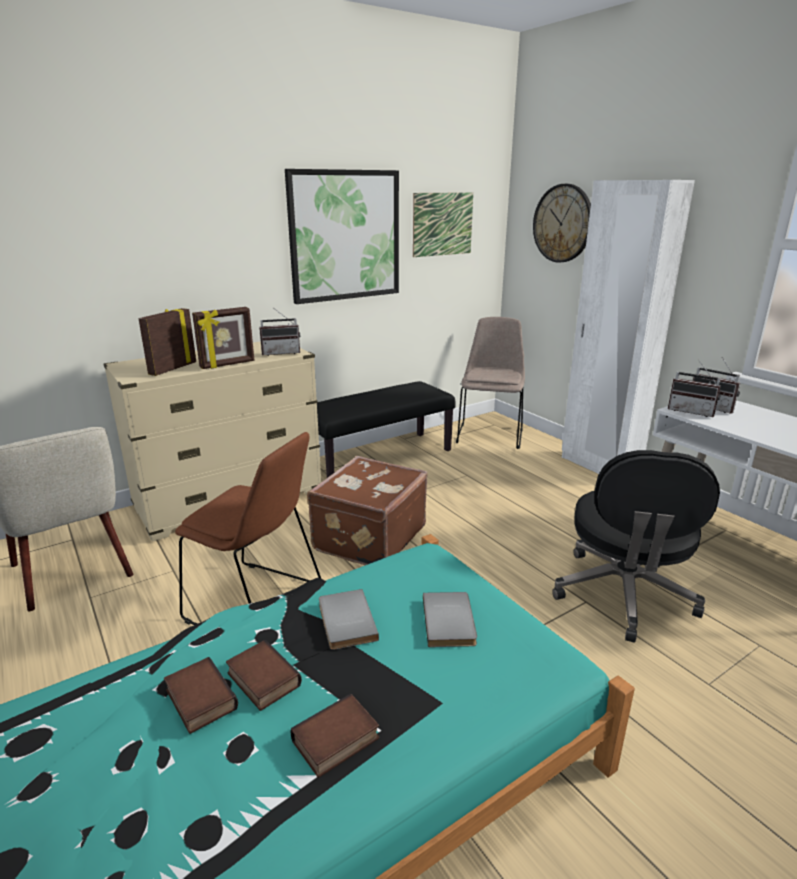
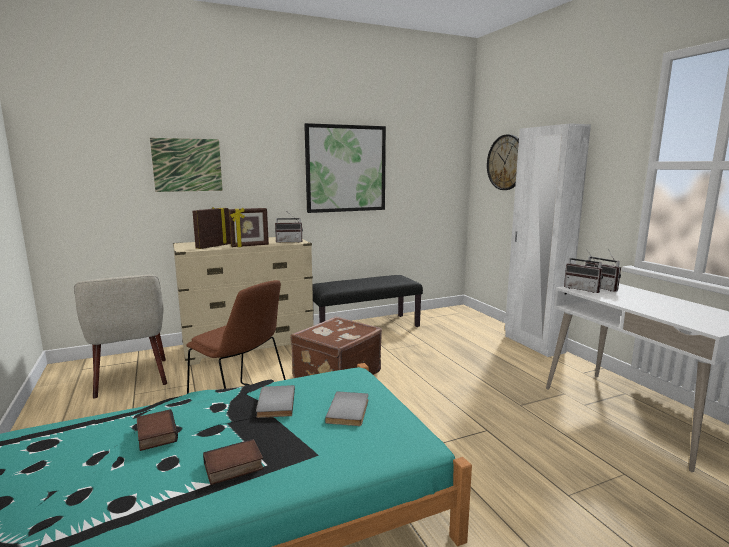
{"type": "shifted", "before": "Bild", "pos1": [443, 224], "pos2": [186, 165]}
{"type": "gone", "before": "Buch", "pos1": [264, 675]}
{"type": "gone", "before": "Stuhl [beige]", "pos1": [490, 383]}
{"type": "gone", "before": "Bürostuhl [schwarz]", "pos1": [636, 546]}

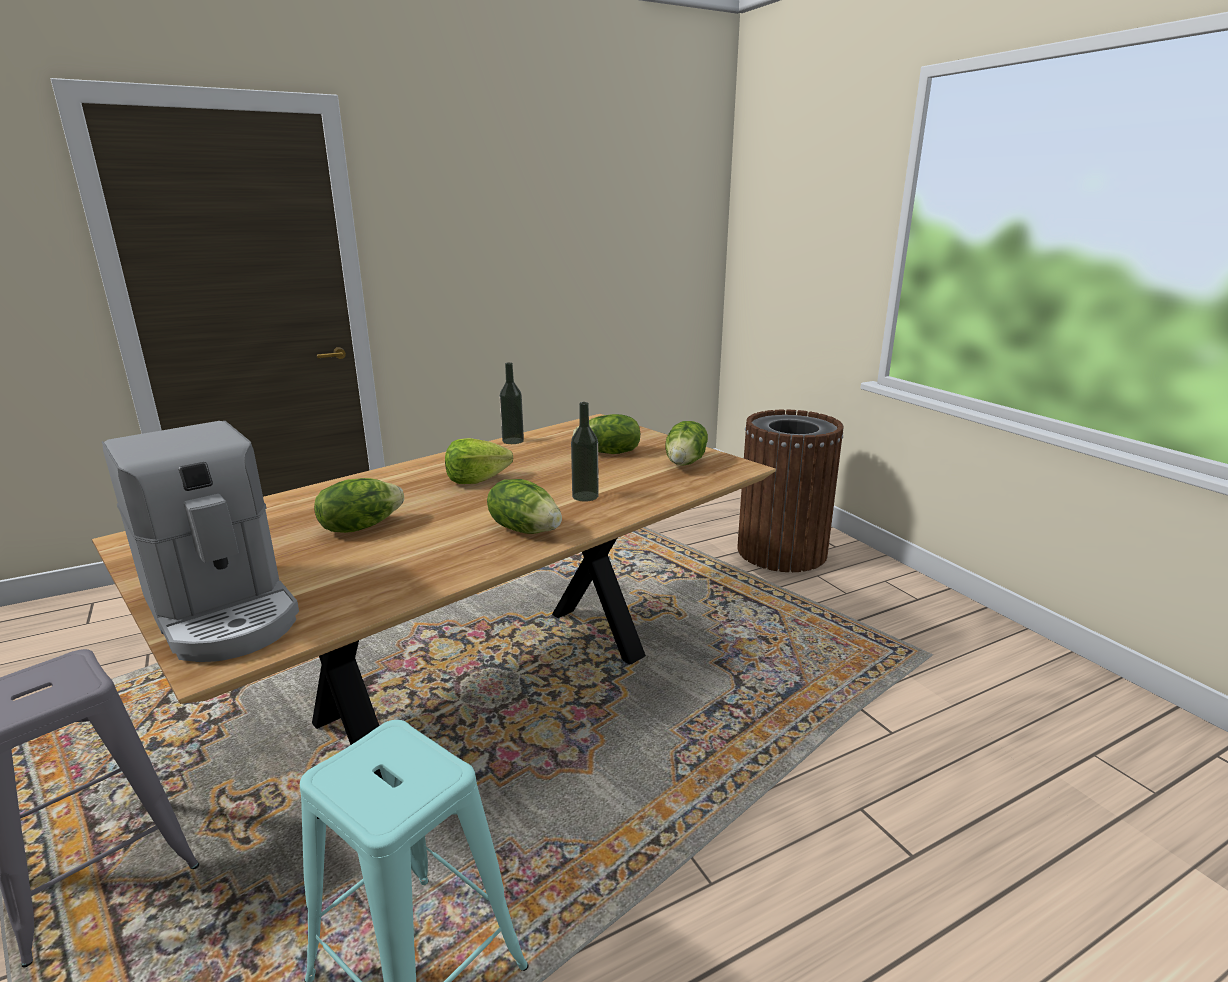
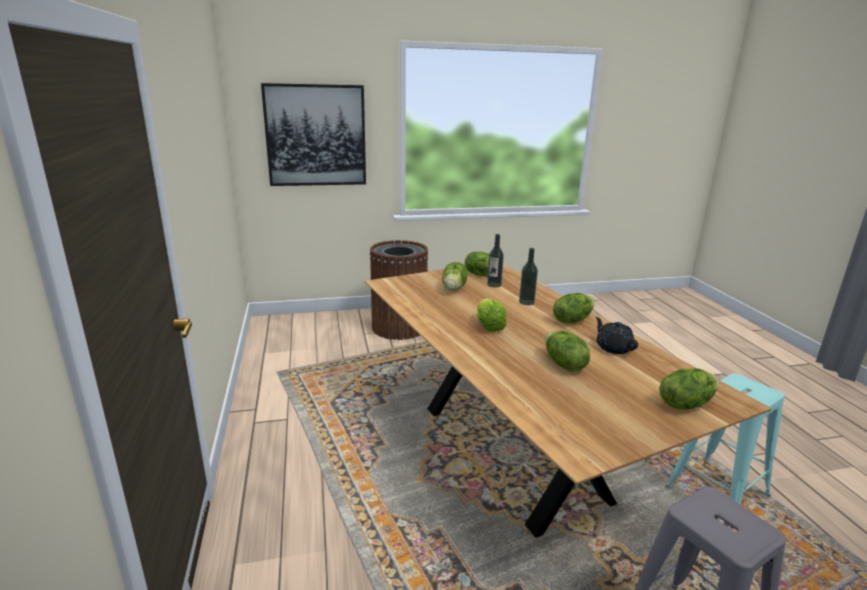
{"type": "new", "after": "Bild", "pos2": [313, 134]}
{"type": "shifted", "before": "Flasche", "pos1": [512, 403], "pos2": [495, 261]}
{"type": "new", "after": "Teekanne [schwarz]", "pos2": [617, 335]}
{"type": "swapped", "before": "Kaffeemaschine", "after": "Salatkopf", "pos1": [200, 541], "pos2": [689, 389]}

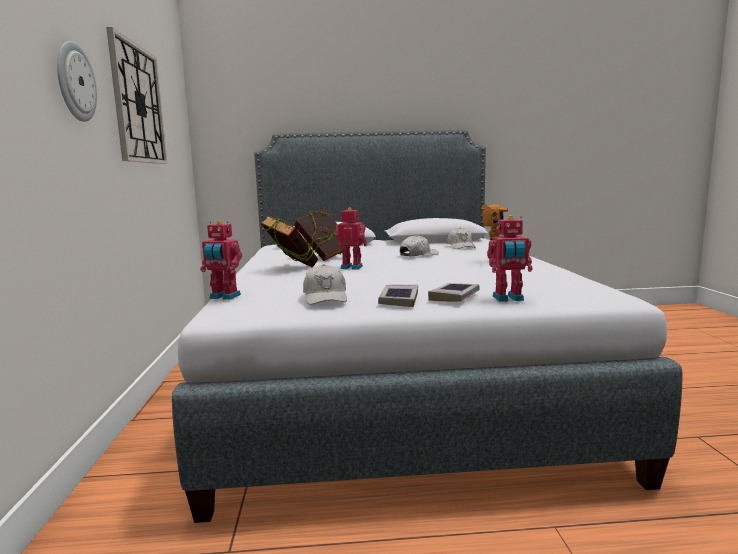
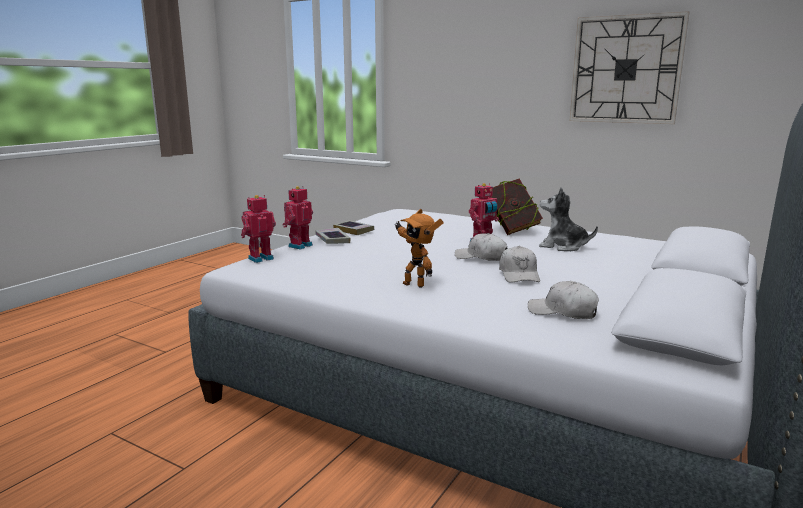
{"type": "shifted", "before": "Spielzeugroboter", "pos1": [221, 260], "pos2": [258, 229]}
{"type": "shifted", "before": "Kappe [weiß]", "pos1": [325, 284], "pos2": [481, 247]}
{"type": "swapped", "before": "Buch", "after": "Plüschtier", "pos1": [323, 235], "pos2": [568, 219]}
{"type": "gone", "before": "Wanduhr", "pos1": [77, 81]}

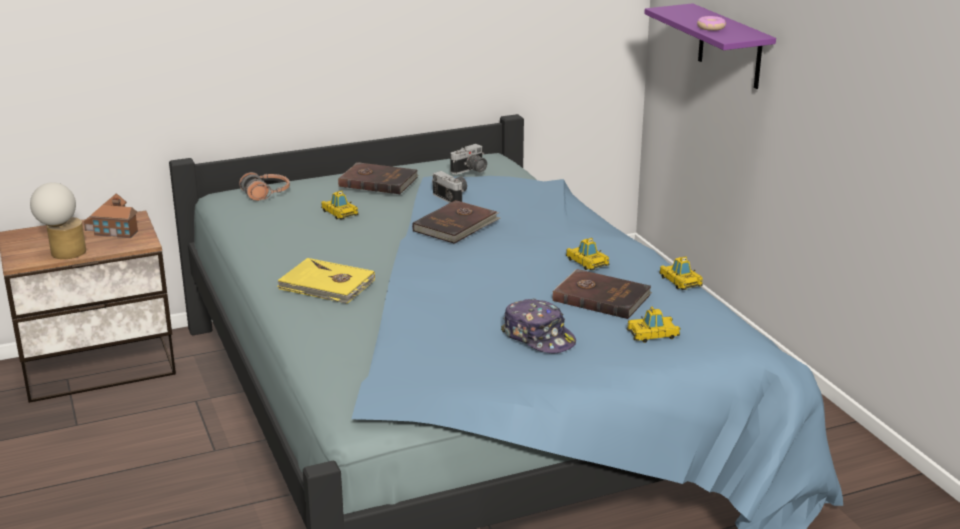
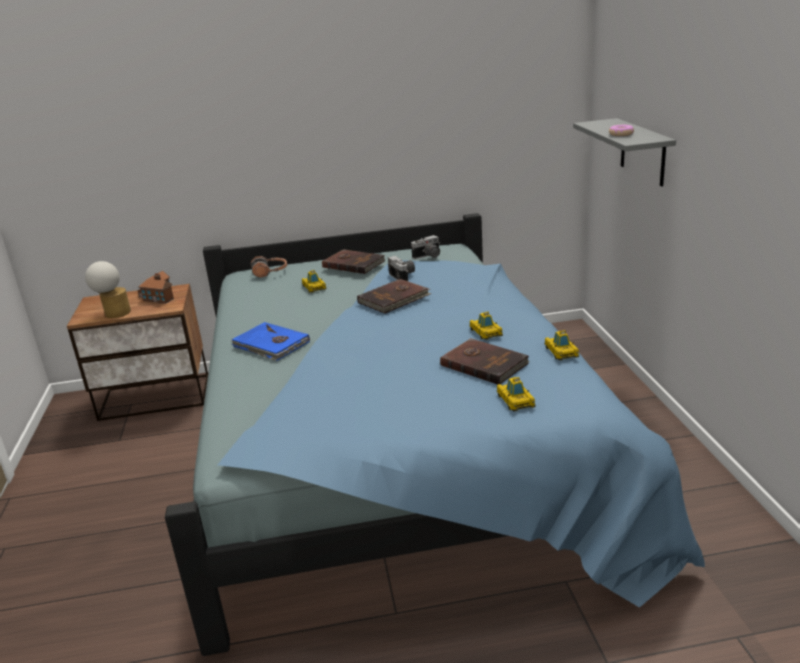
{"type": "repainted", "before": "Buch [gelb]", "after": "Buch [blau]", "pos1": [326, 281], "pos2": [271, 341]}
{"type": "rotated", "before": "Spielzeugauto", "pos1": [654, 324], "pos2": [516, 394], "turn": -105}
{"type": "repainted", "before": "Wandregal [lila]", "after": "Wandregal [grau]", "pos1": [710, 46], "pos2": [624, 152]}
{"type": "gone", "before": "Kappe", "pos1": [538, 326]}

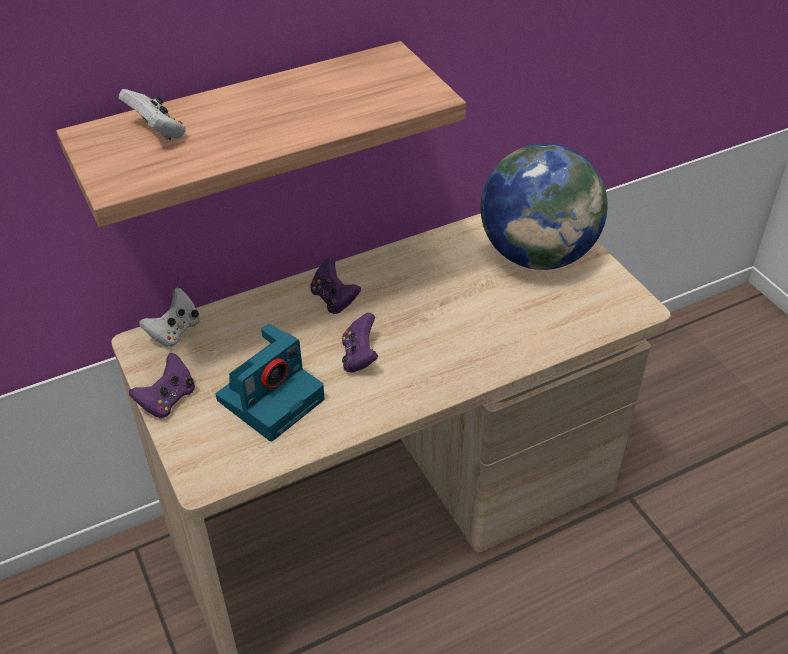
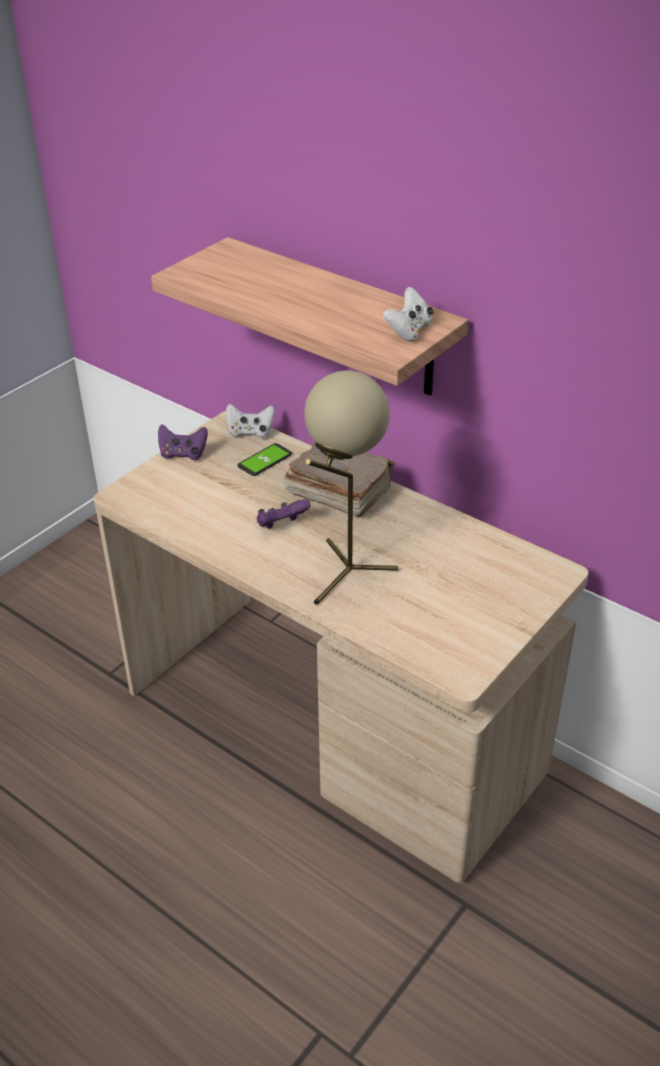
{"type": "new", "after": "Handy", "pos2": [264, 459]}
{"type": "swapped", "before": "Gamepad [lila]", "after": "Buch [braun]", "pos1": [335, 285], "pos2": [339, 479]}
{"type": "new", "after": "Tischlampe [beige]", "pos2": [351, 488]}
{"type": "shifted", "before": "Gamepad [weiß]", "pos1": [152, 114], "pos2": [408, 314]}
{"type": "gone", "before": "Kamera", "pos1": [270, 383]}
{"type": "gone", "before": "Globus", "pos1": [544, 206]}

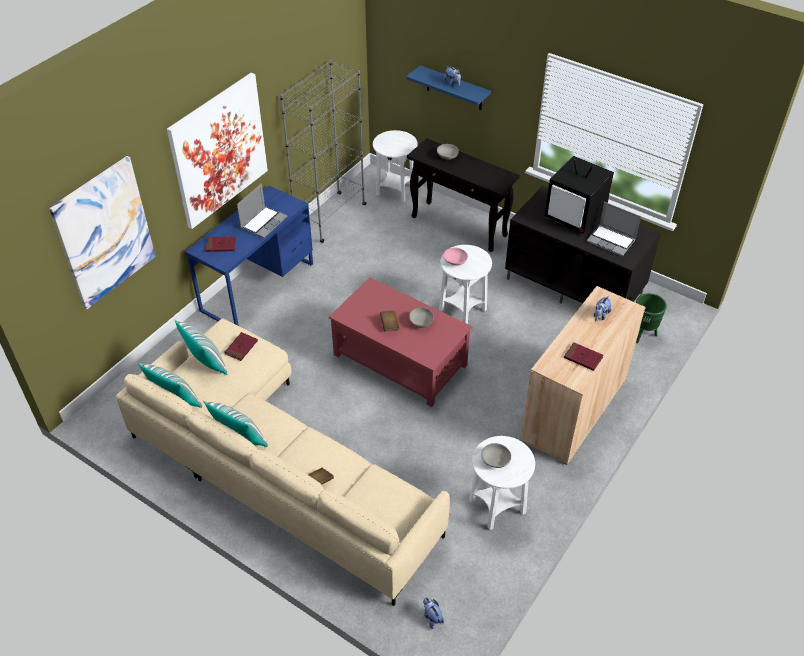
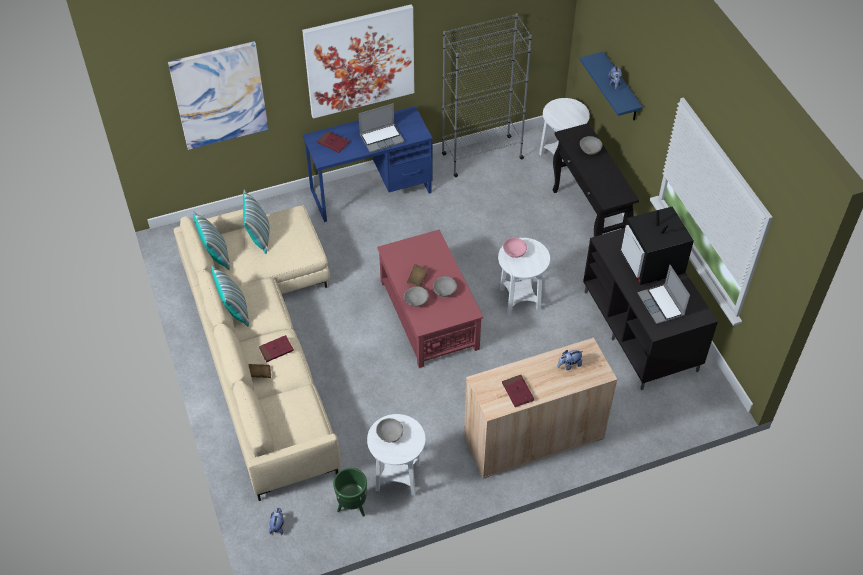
{"type": "shifted", "before": "Buch [rot]", "pos1": [241, 346], "pos2": [276, 348]}
{"type": "shifted", "before": "Pflanzkübel [grün]", "pos1": [651, 318], "pos2": [350, 492]}
{"type": "new", "after": "Schüssel [grau]", "pos2": [416, 296]}

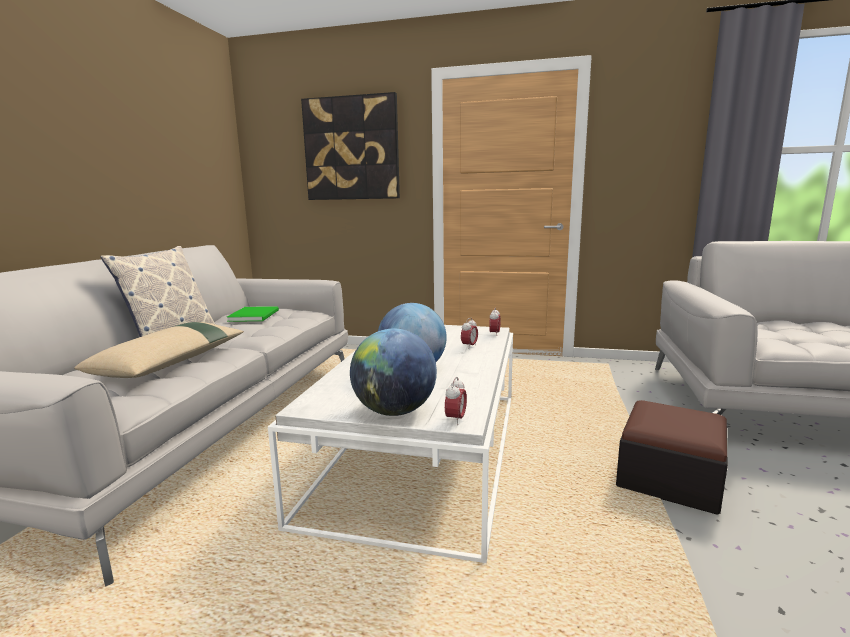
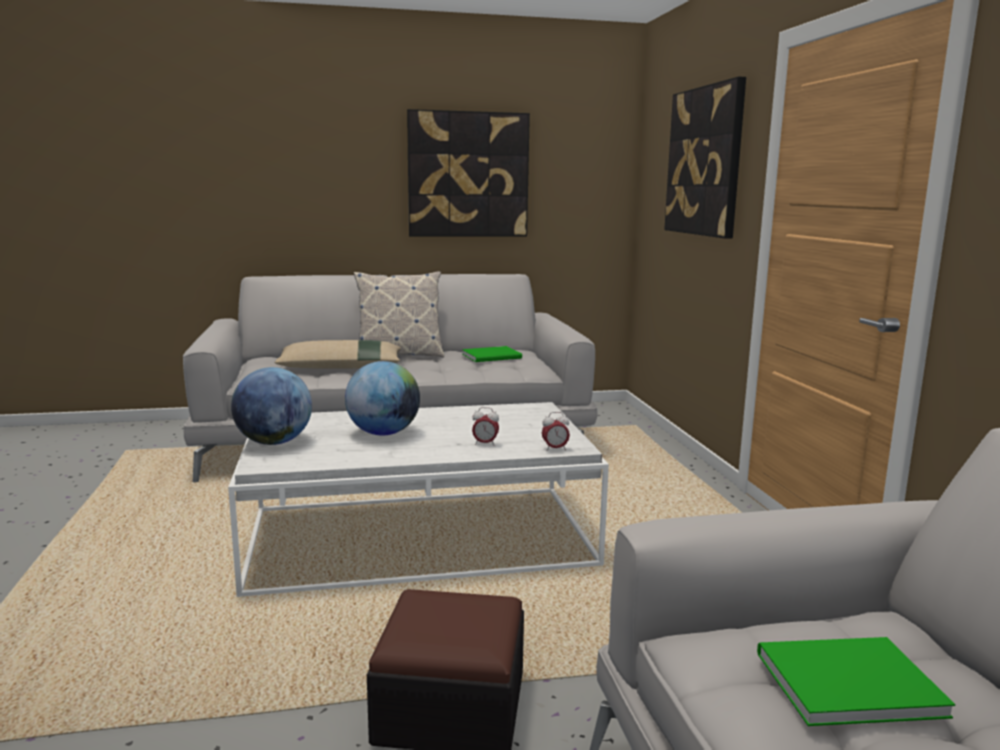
{"type": "new", "after": "Bild", "pos2": [468, 173]}
{"type": "new", "after": "Buch [grün]", "pos2": [856, 681]}
{"type": "gone", "before": "Wecker", "pos1": [456, 401]}

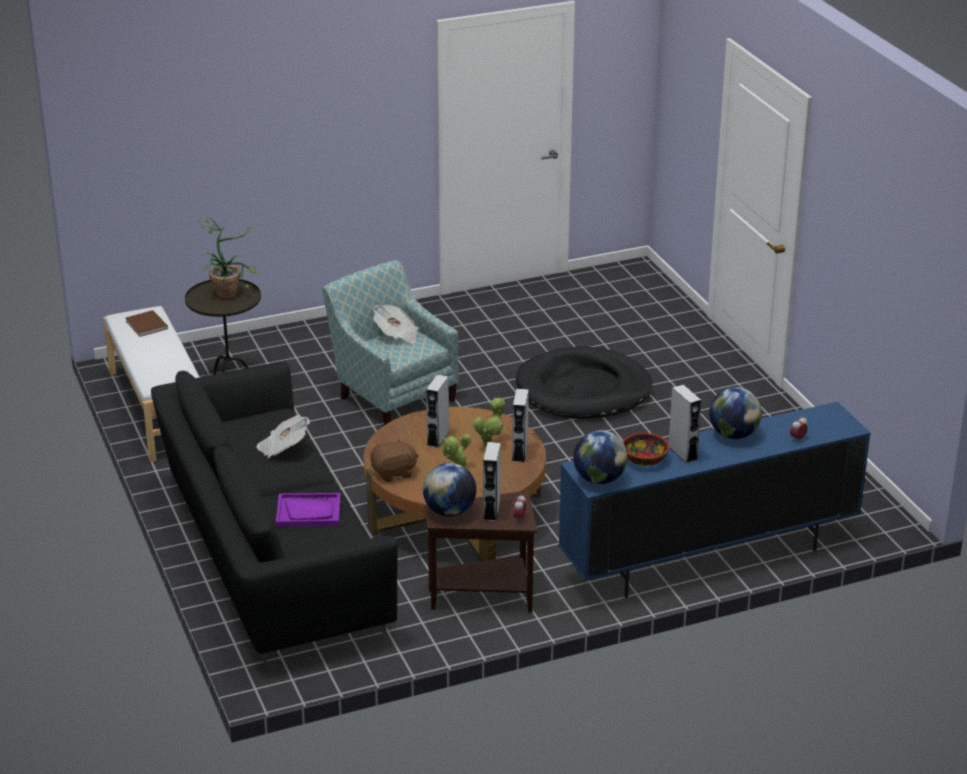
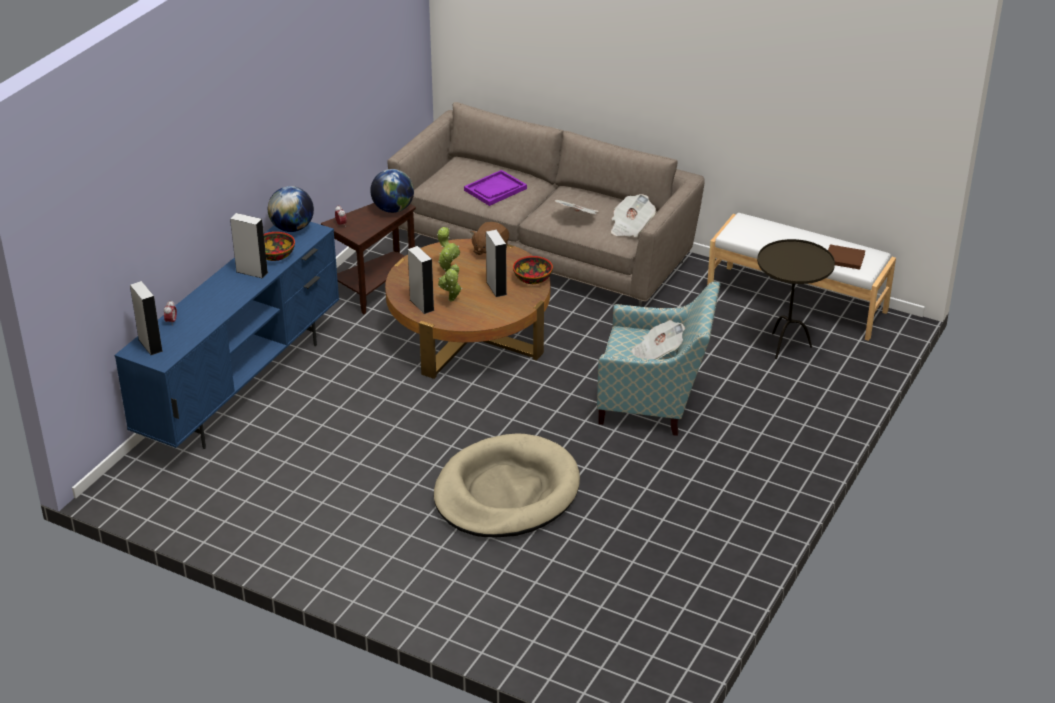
{"type": "shifted", "before": "Lautsprecher [grau]", "pos1": [492, 481], "pos2": [146, 318]}
{"type": "repainted", "before": "Sofa [schwarz]", "after": "Sofa [beige]", "pos1": [274, 512], "pos2": [546, 204]}
{"type": "repainted", "before": "Hundebett [schwarz]", "after": "Hundebett [beige]", "pos1": [584, 383], "pos2": [507, 485]}
{"type": "new", "after": "Schüssel", "pos2": [533, 270]}
{"type": "new", "after": "Zeitung", "pos2": [633, 215]}
{"type": "gone", "before": "Topfpflanze", "pos1": [229, 258]}
{"type": "gone", "before": "Globus", "pos1": [735, 413]}

